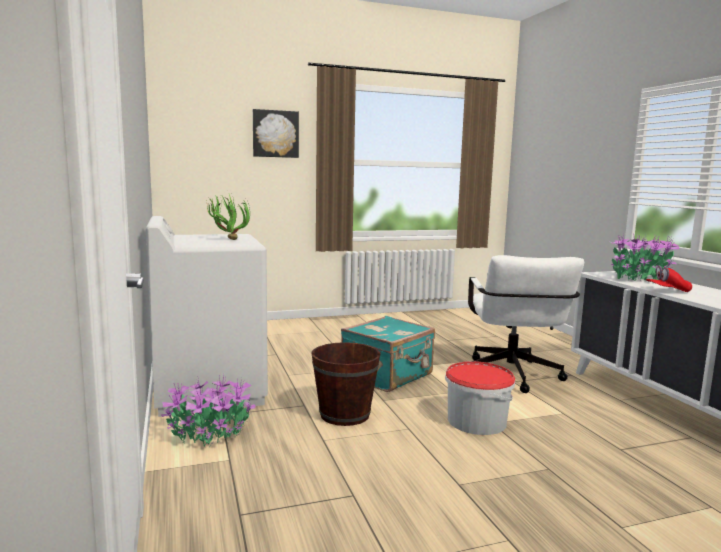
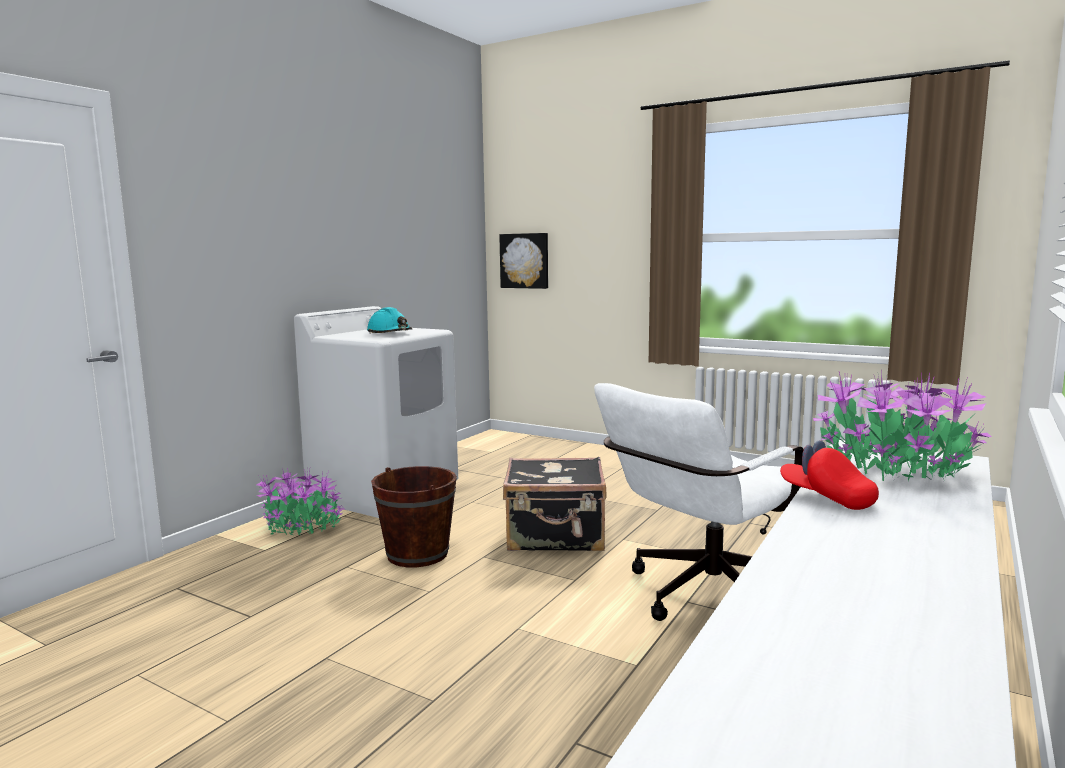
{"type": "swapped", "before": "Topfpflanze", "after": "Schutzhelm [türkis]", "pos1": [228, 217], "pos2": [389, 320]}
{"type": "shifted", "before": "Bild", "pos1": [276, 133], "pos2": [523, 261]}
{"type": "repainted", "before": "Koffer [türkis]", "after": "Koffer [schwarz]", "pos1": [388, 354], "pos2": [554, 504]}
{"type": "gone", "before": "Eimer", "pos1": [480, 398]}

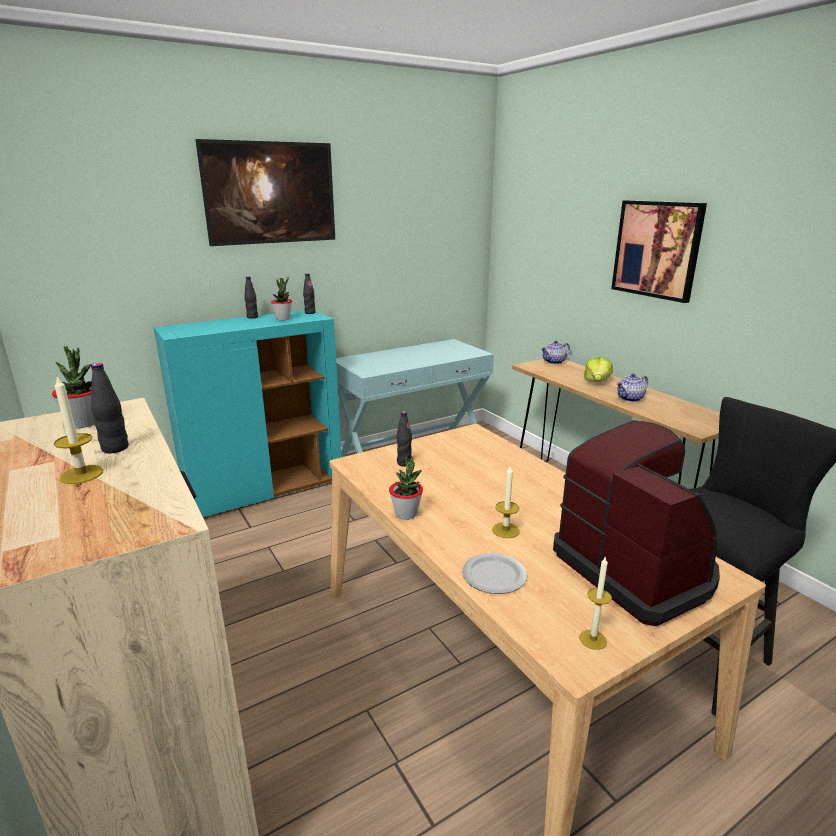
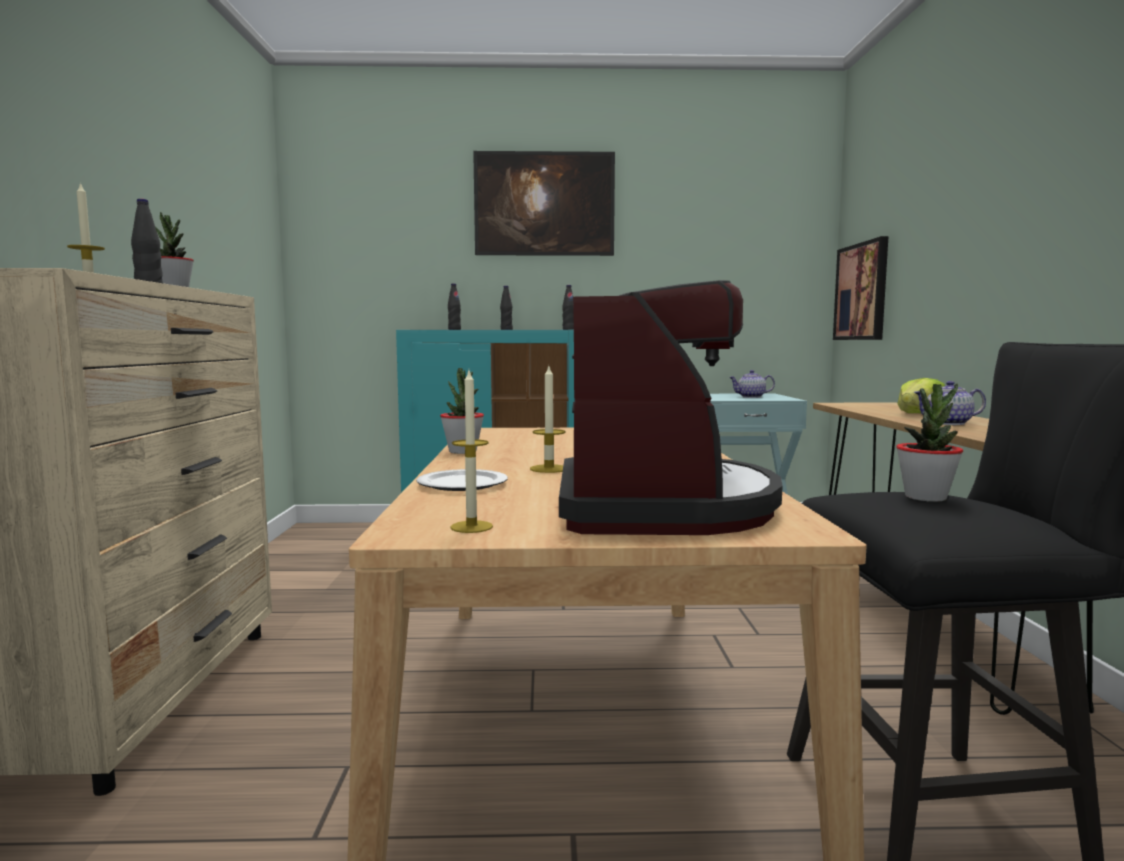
{"type": "shifted", "before": "Flasche [schwarz]", "pos1": [404, 439], "pos2": [454, 307]}
{"type": "shifted", "before": "Teekanne", "pos1": [555, 352], "pos2": [752, 384]}
{"type": "shifted", "before": "Bild", "pos1": [659, 251], "pos2": [861, 288]}
{"type": "shifted", "before": "Topfpflanze", "pos1": [281, 298], "pos2": [929, 442]}

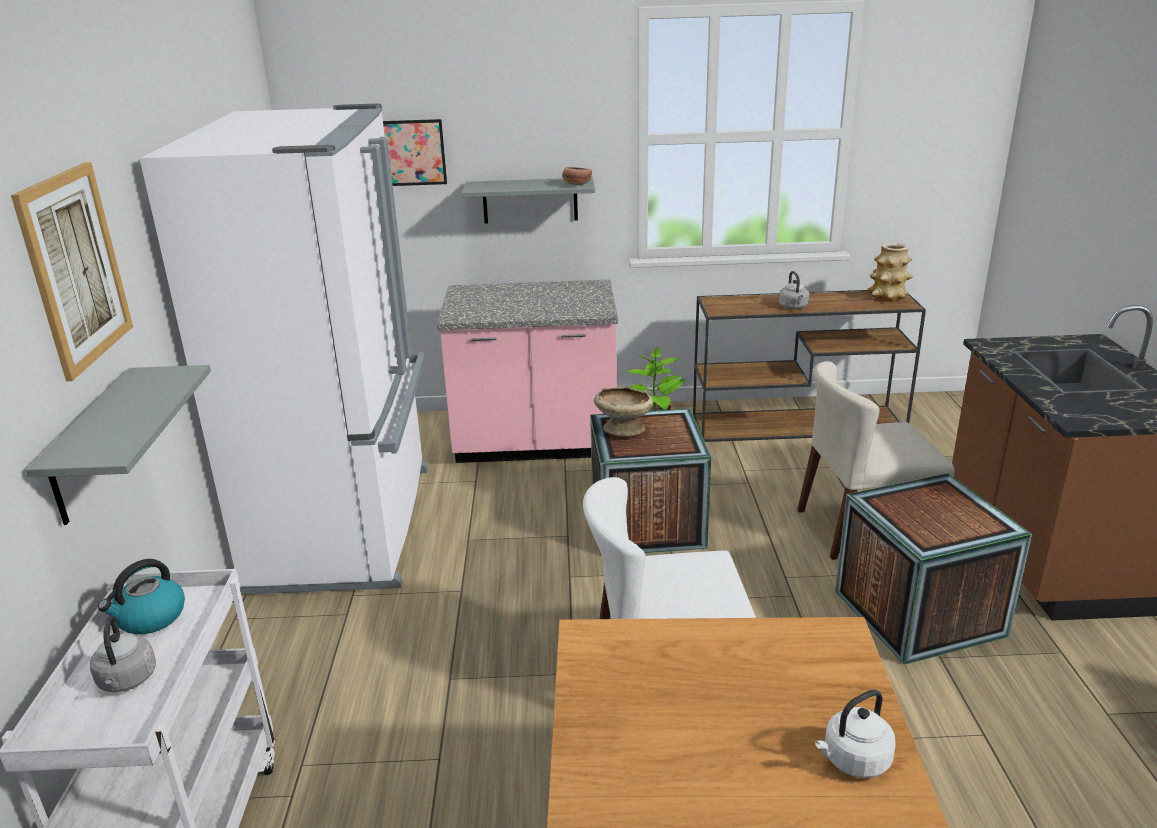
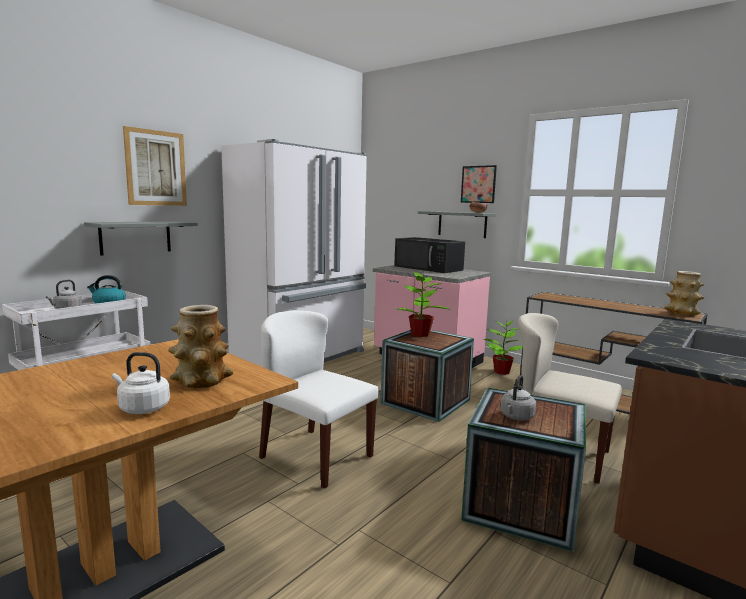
{"type": "new", "after": "Vase", "pos2": [200, 346]}
{"type": "new", "after": "Mikrowelle [schwarz]", "pos2": [429, 255]}
{"type": "swapped", "before": "Schüssel [beige]", "after": "Topfpflanze", "pos1": [623, 411], "pos2": [424, 303]}
{"type": "shifted", "before": "Bild", "pos1": [415, 152], "pos2": [479, 184]}
{"type": "shifted", "before": "Wasserkessel [grau]", "pos1": [794, 290], "pos2": [518, 398]}

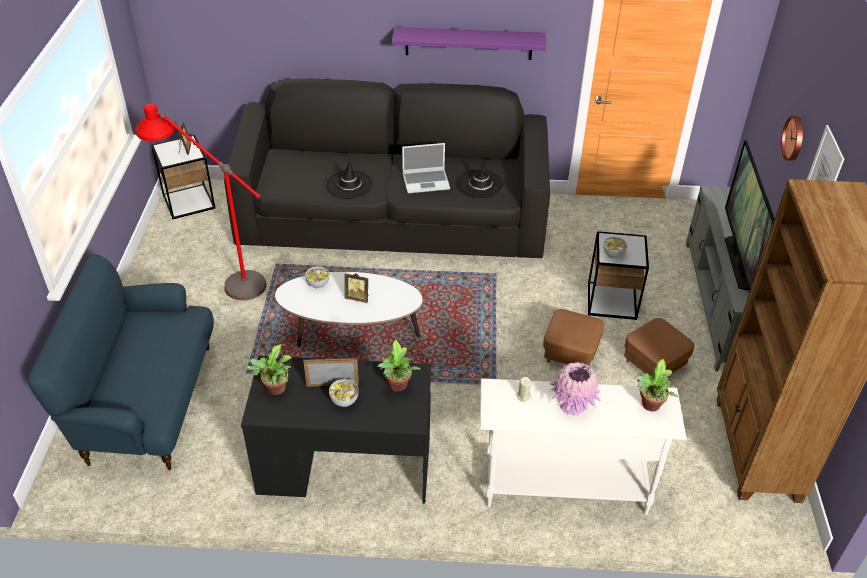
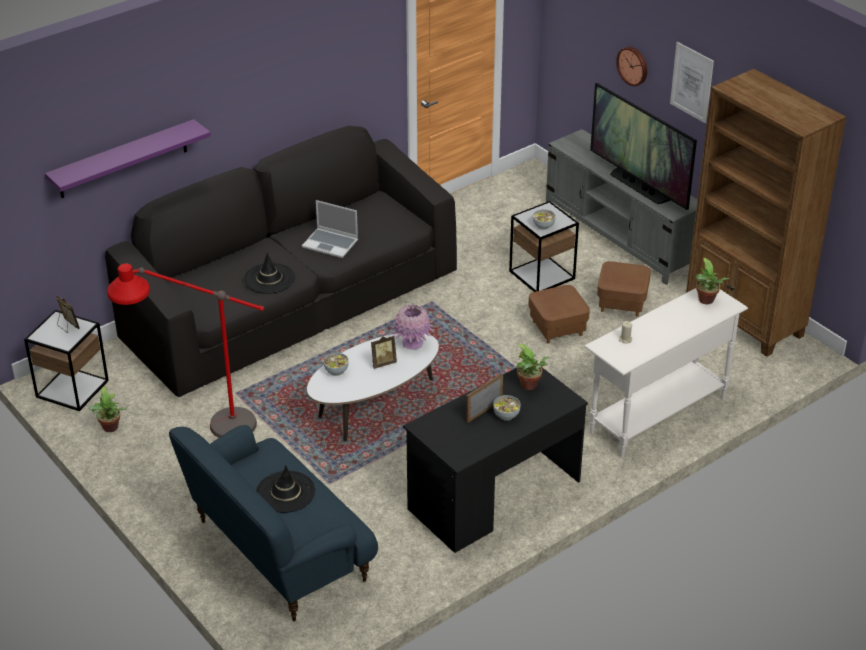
{"type": "shifted", "before": "Wandregal [lila]", "pos1": [469, 43], "pos2": [128, 158]}
{"type": "shifted", "before": "Topfpflanze", "pos1": [268, 369], "pos2": [108, 409]}
{"type": "shifted", "before": "Hut [schwarz]", "pos1": [480, 179], "pos2": [286, 489]}
{"type": "rotated", "before": "Laptop", "pos1": [426, 168], "pos2": [330, 229], "turn": 75}
{"type": "shifted", "before": "Vase [rosa]", "pos1": [575, 389], "pos2": [412, 327]}

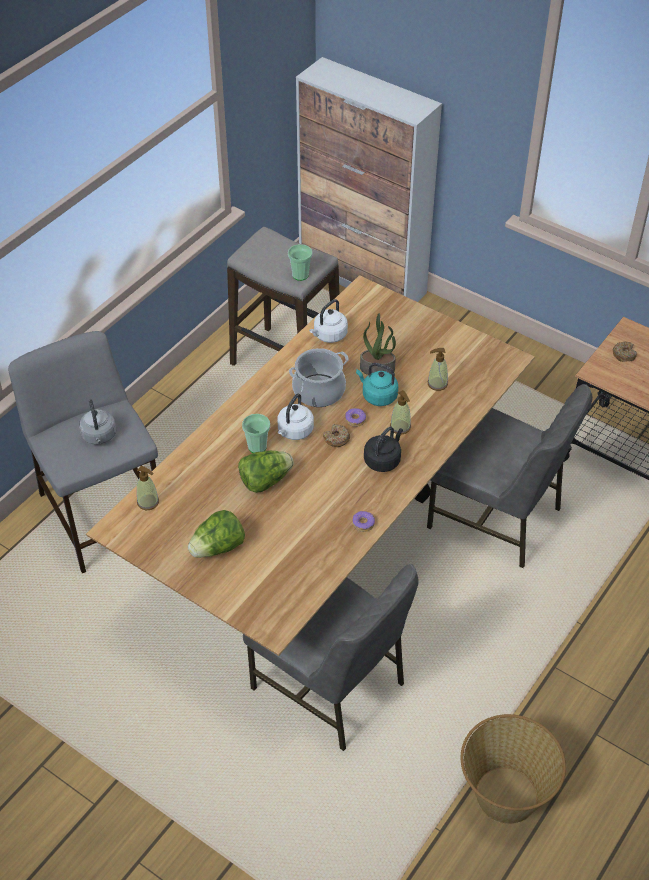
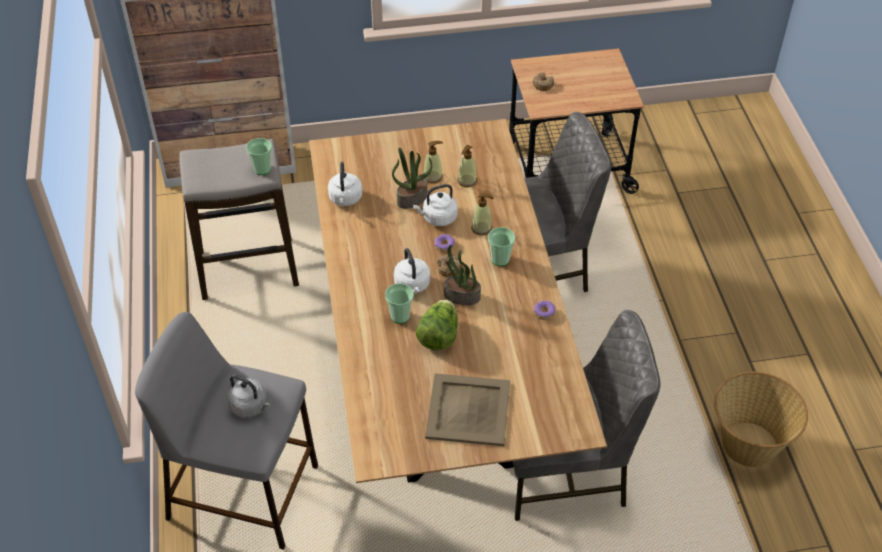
{"type": "repainted", "before": "Wasserkessel [türkis]", "after": "Wasserkessel [weiß]", "pos1": [377, 384], "pos2": [435, 205]}
{"type": "shifted", "before": "Seifenspender", "pos1": [148, 488], "pos2": [433, 162]}
{"type": "swapped", "before": "Salatkopf", "after": "Tablett [beige]", "pos1": [216, 534], "pos2": [467, 409]}
{"type": "new", "after": "Topfpflanze", "pos2": [462, 275]}
{"type": "swapped", "before": "Wasserkessel [schwarz]", "after": "Tasse", "pos1": [383, 449], "pos2": [501, 246]}
{"type": "gone", "before": "Kochtopf", "pos1": [319, 377]}

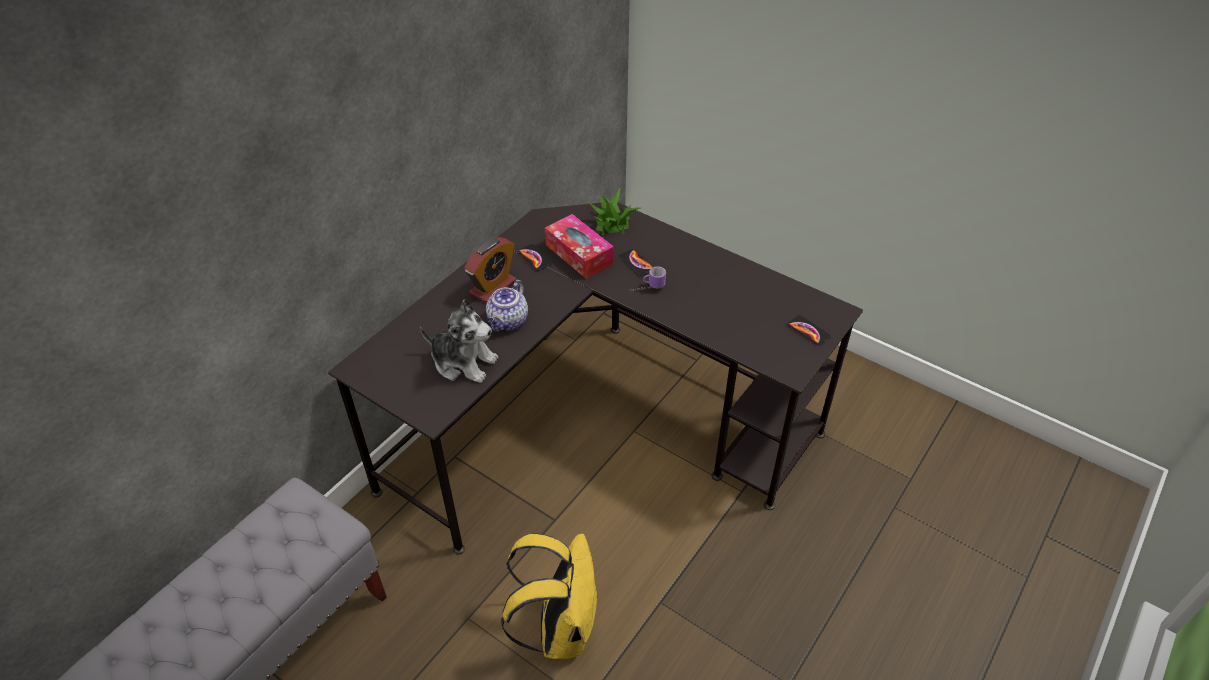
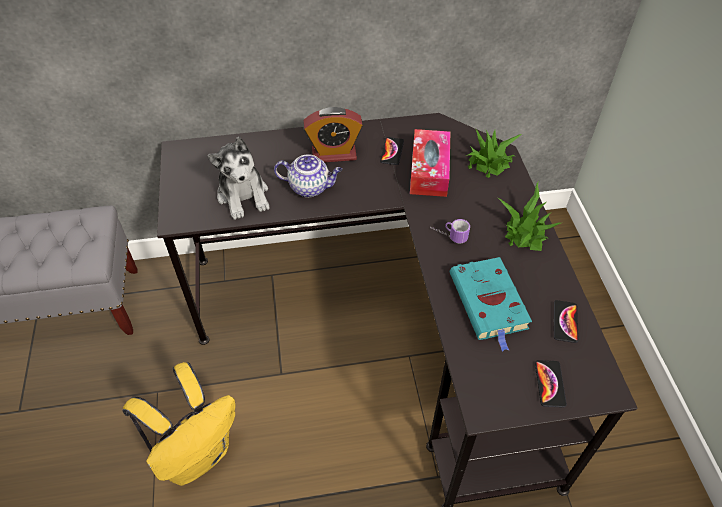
{"type": "rotated", "before": "Teekanne", "pos1": [507, 306], "pos2": [308, 175], "turn": -150}
{"type": "new", "after": "Buch [türkis]", "pos2": [491, 304]}
{"type": "new", "after": "Topfpflanze", "pos2": [529, 216]}
{"type": "shifted", "before": "Handy", "pos1": [636, 262], "pos2": [566, 321]}

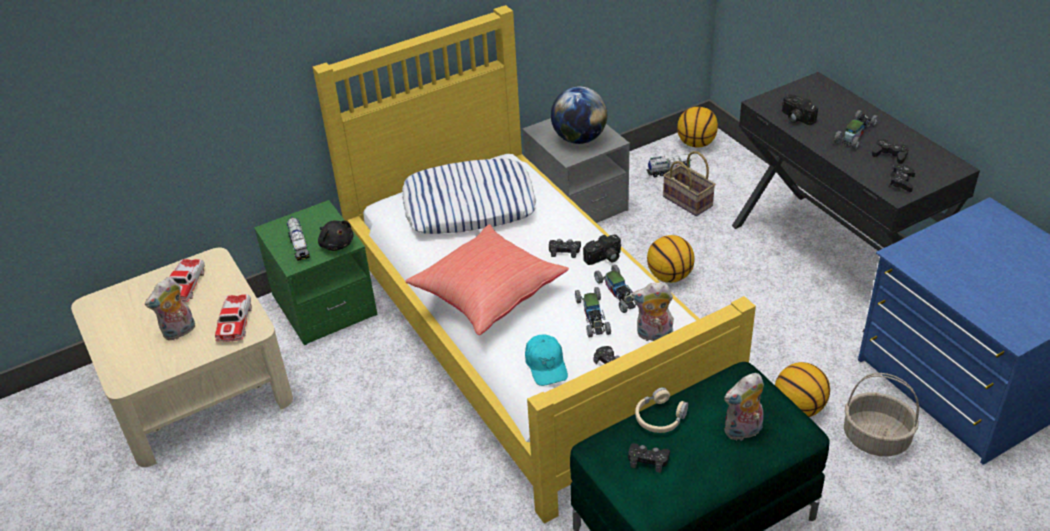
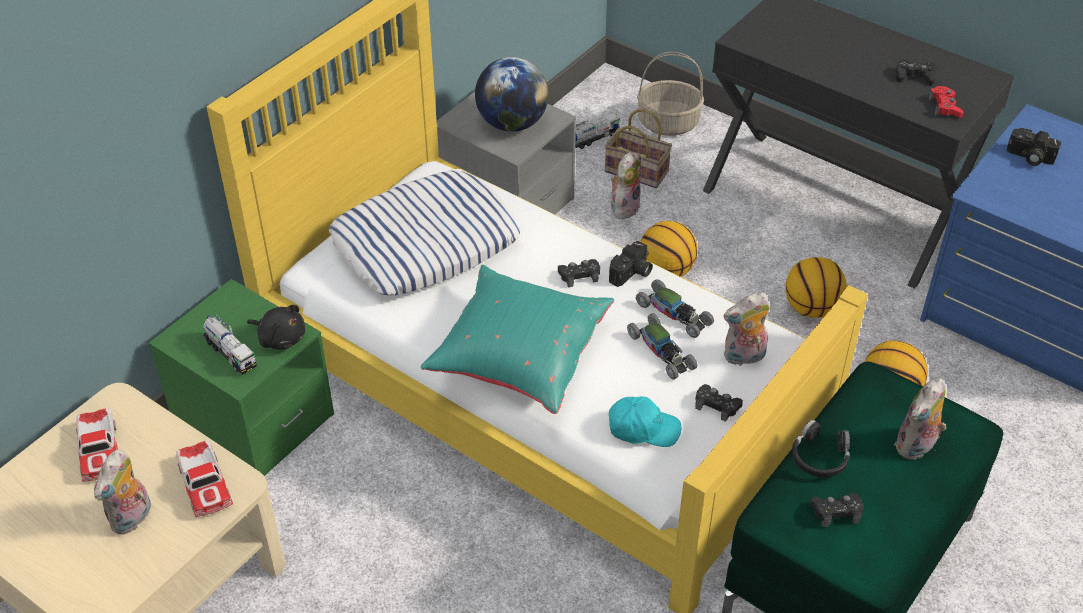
{"type": "repainted", "before": "Kissen [rot]", "after": "Kissen [türkis]", "pos1": [487, 279], "pos2": [517, 339]}
{"type": "rotated", "before": "Kappe [türkis]", "pos1": [546, 360], "pos2": [645, 421], "turn": -45}
{"type": "new", "after": "Plüschtier", "pos2": [626, 185]}
{"type": "shifted", "before": "Korb", "pos1": [881, 414], "pos2": [670, 94]}
{"type": "shifted", "before": "Basketball", "pos1": [697, 127], "pos2": [816, 287]}
{"type": "repainted", "before": "Kopfhörer [beige]", "after": "Kopfhörer [schwarz]", "pos1": [661, 410], "pos2": [821, 448]}
{"type": "repainted", "before": "Gamepad [schwarz]", "after": "Gamepad [rot]", "pos1": [902, 178], "pos2": [946, 102]}
{"type": "shifted", "before": "Kamera", "pos1": [800, 109], "pos2": [1033, 147]}
{"type": "gone", "before": "Spielzeugauto", "pos1": [856, 129]}

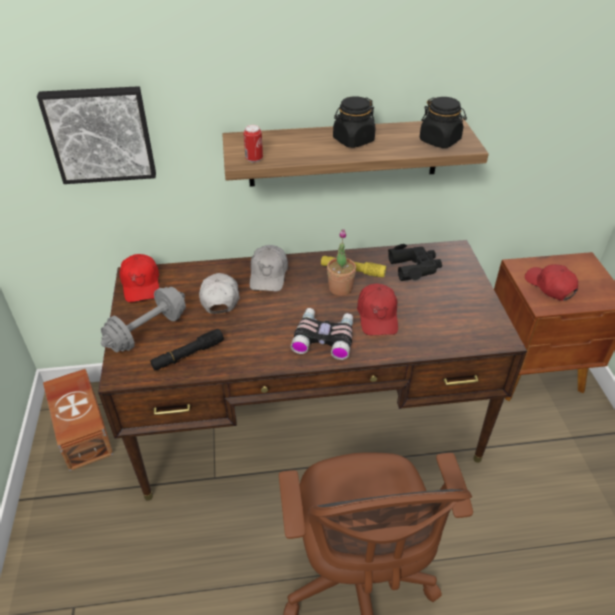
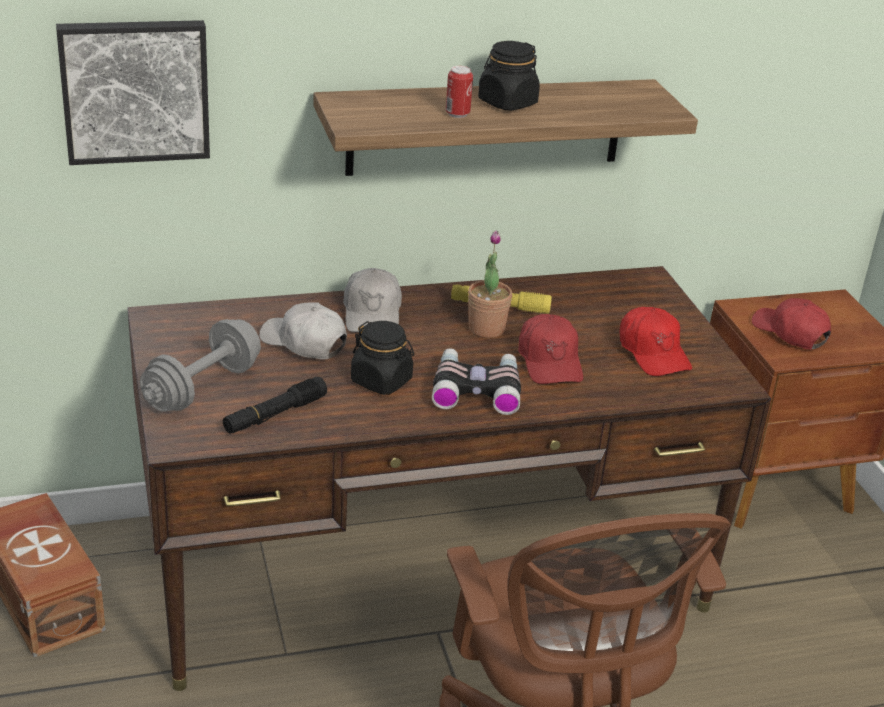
{"type": "rotated", "before": "Kappe [weiß]", "pos1": [219, 293], "pos2": [303, 331], "turn": -45}
{"type": "shifted", "before": "Vorratsglas [schwarz]", "pos1": [443, 122], "pos2": [382, 358]}
{"type": "shifted", "before": "Dose", "pos1": [253, 144], "pos2": [459, 92]}
{"type": "shifted", "before": "Kappe [rot]", "pos1": [139, 278], "pos2": [655, 341]}
{"type": "gone", "before": "Fernglas [schwarz]", "pos1": [415, 262]}

